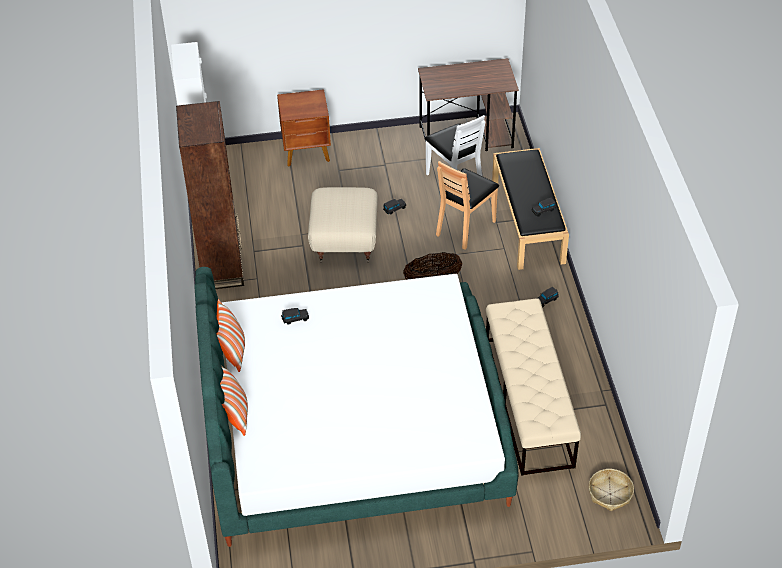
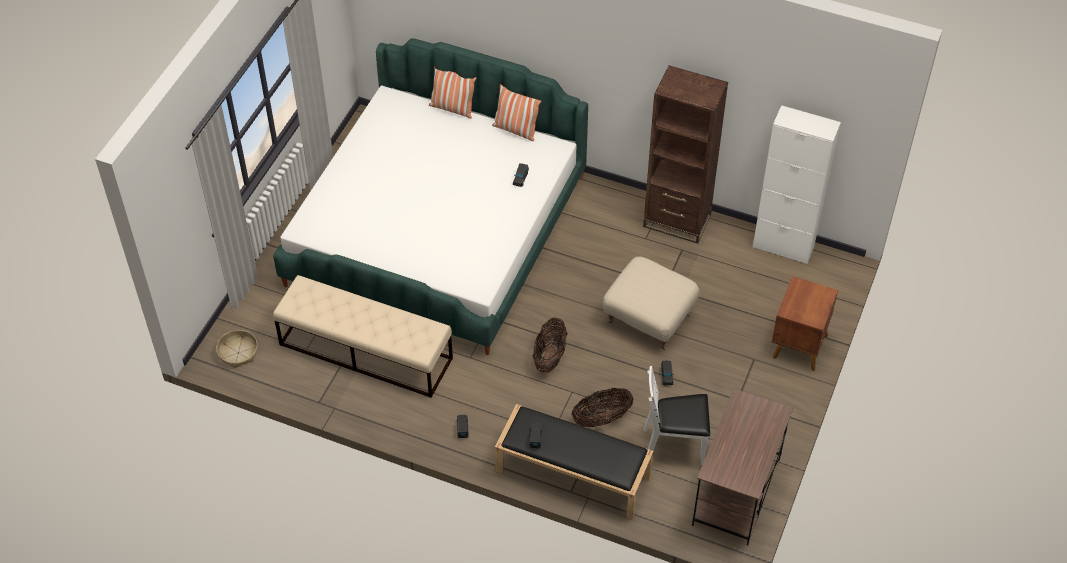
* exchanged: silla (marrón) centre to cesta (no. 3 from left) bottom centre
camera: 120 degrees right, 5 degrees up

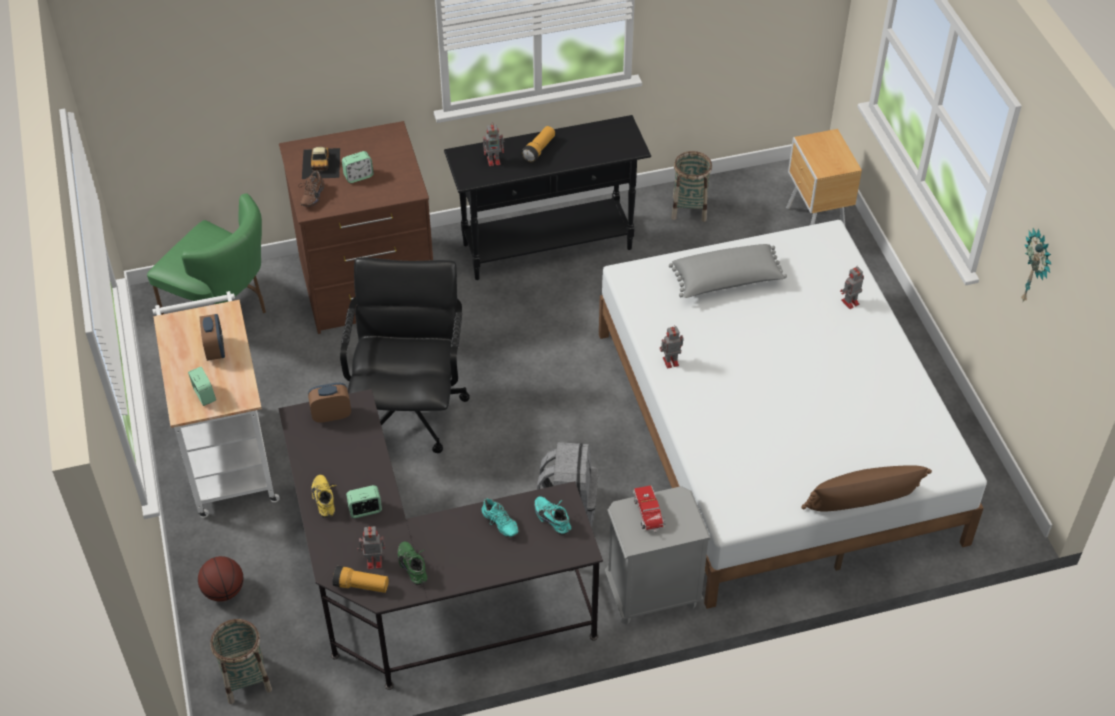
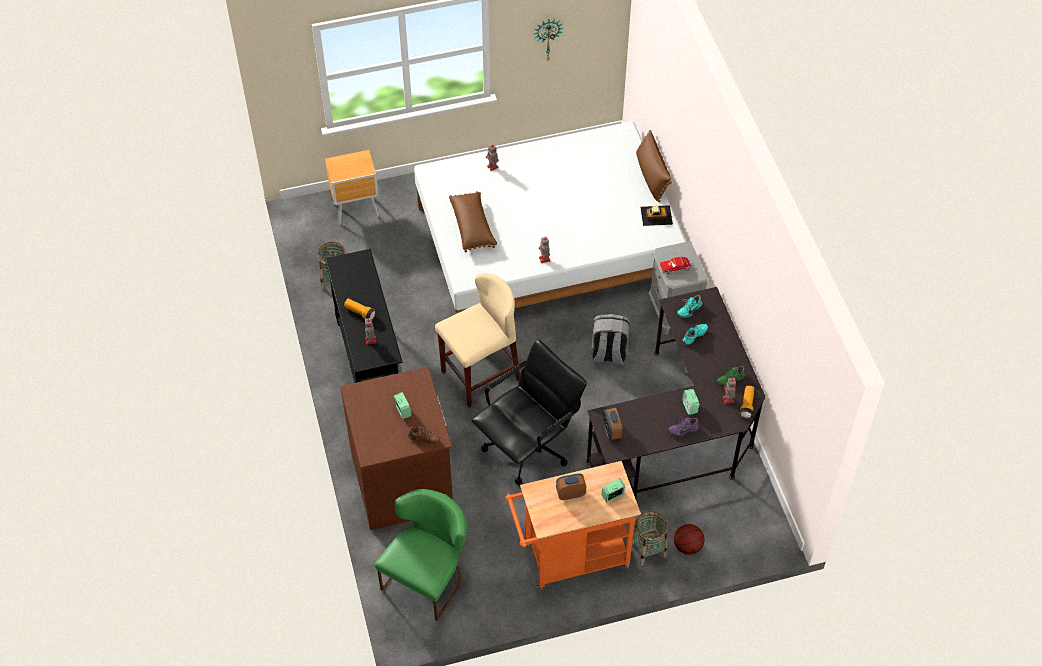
* appeared: taburete (beis) centre
* relocated: cesta (no. 1 from left in the first image) bottom left to cesta (no. 2 from left) bottom centre
* relocated: coche de juguete top left to top centre
* colour: carrito (blanco) middle left to carrito (naranja) bottom centre
* colour: zapato (amarillo) bottom left to zapato (morado) centre
* colour: cojín (gris) centre to cojín (marrón) (no. 1 from left) top centre
* spun: silla de oficina (negro) centre = centre 135 degrees clockwise
camera: 90 degrees left, 5 degrees up

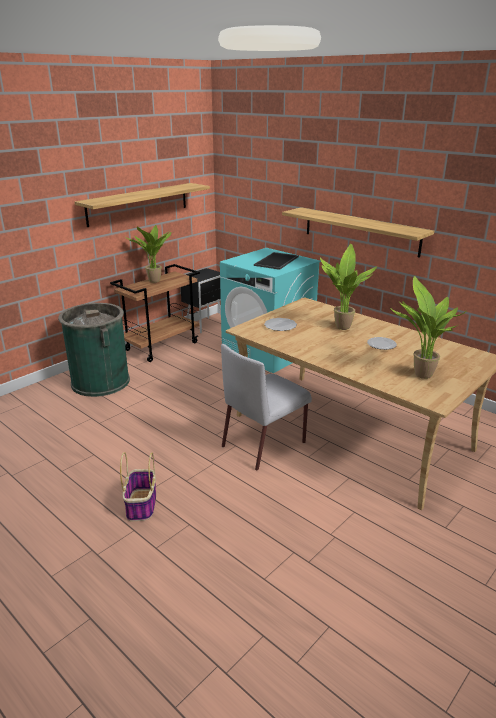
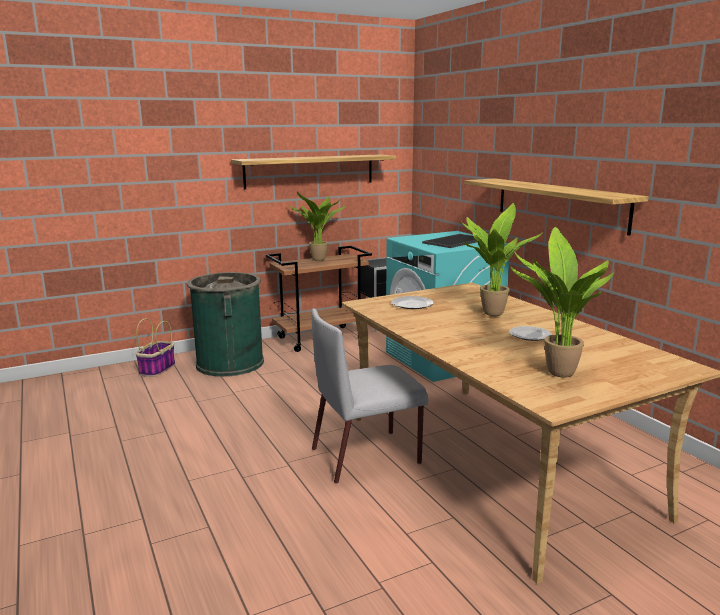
* relocated: cesta bottom left to middle left
camera: 20 degrees right, 10 degrees down

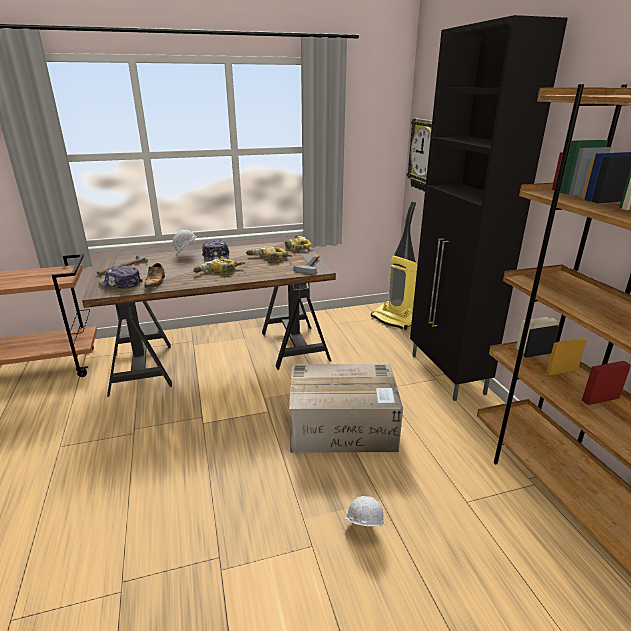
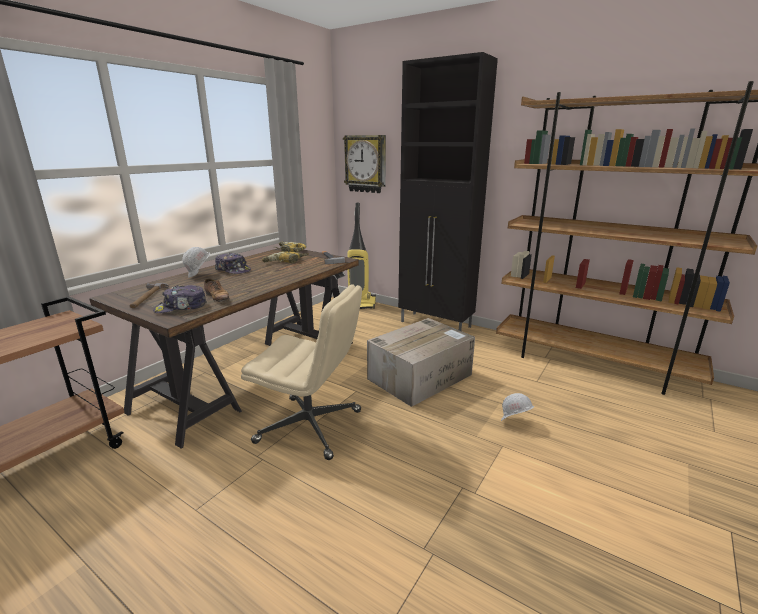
* missing: taladro (no. 1 from left) centre
* appeared: silla de oficina (beis) centre
camera: 40 degrees left, 5 degrees down

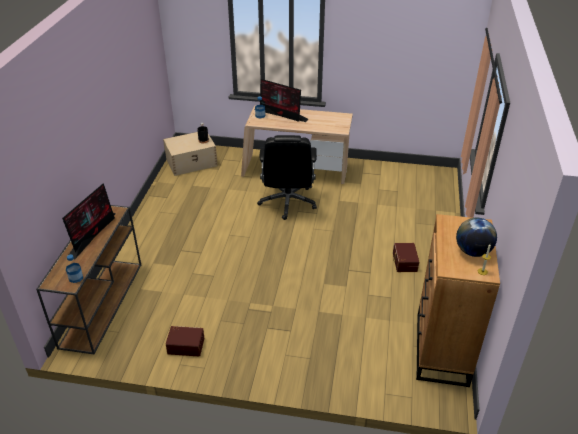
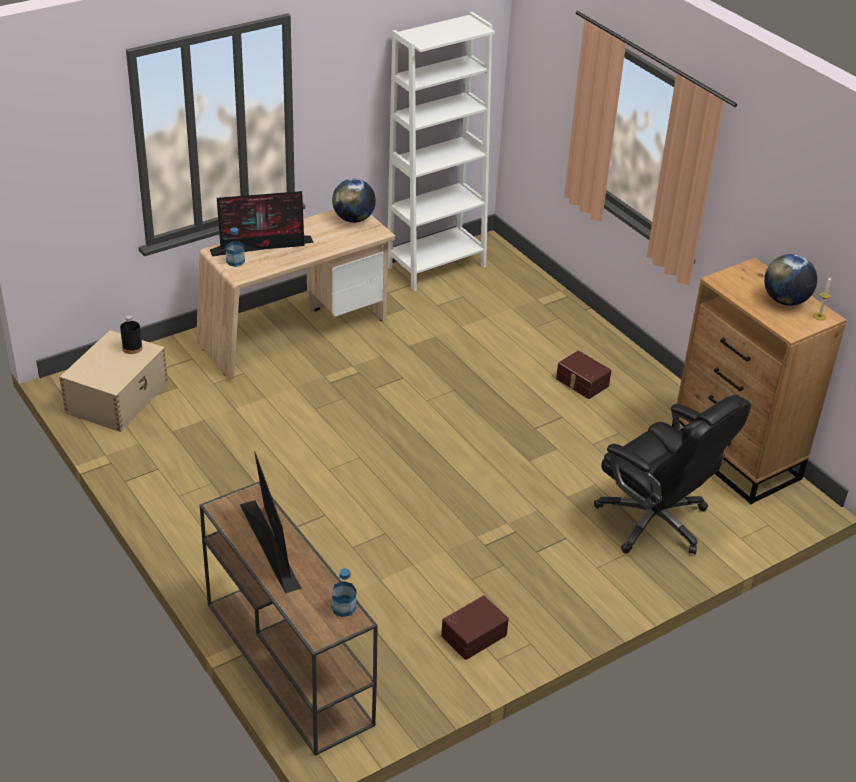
* appeared: globo terráqueo (no. 1 from left) top centre
* appeared: estantería (blanco) top centre
* relocated: silla de oficina (negro) centre to middle right
camera: 45 degrees left, 0 degrees up

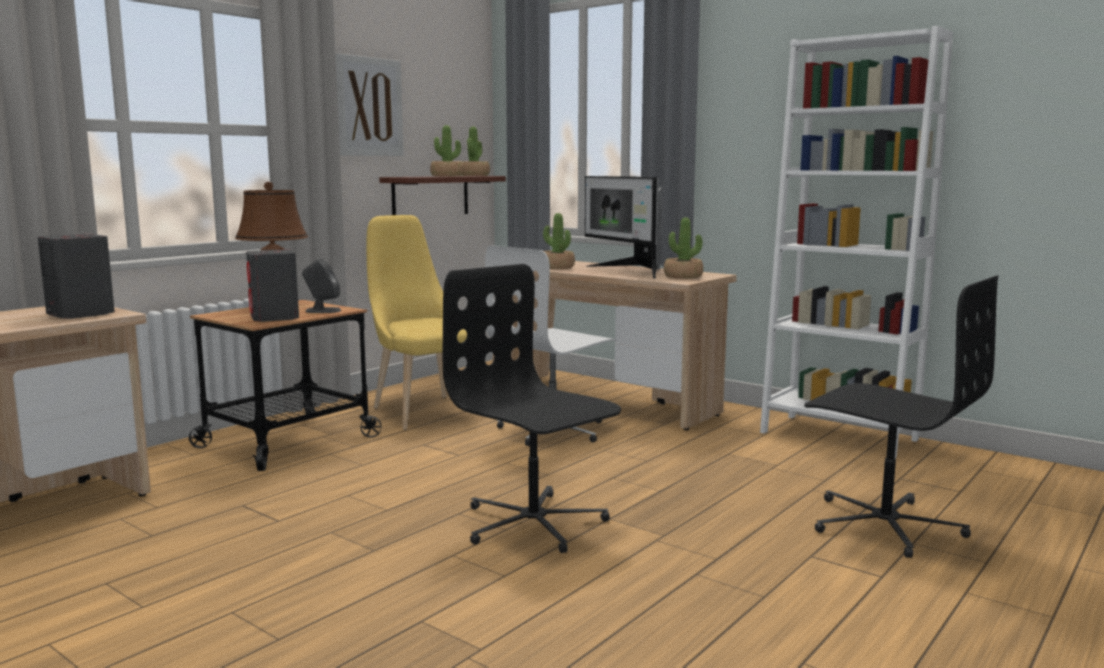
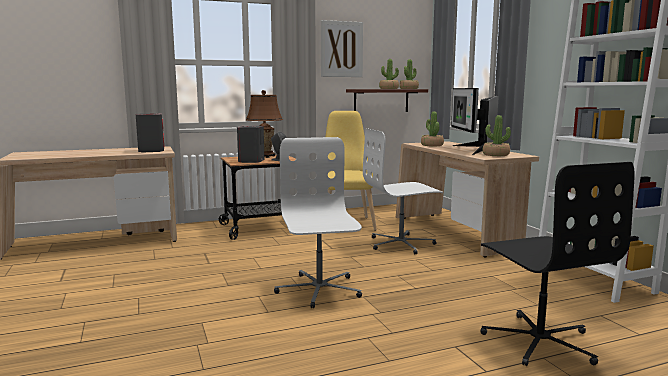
* colour: silla de oficina (negro) (no. 1 from left) centre to silla de oficina (blanco) (no. 1 from left) centre
camera: 30 degrees right, 0 degrees up

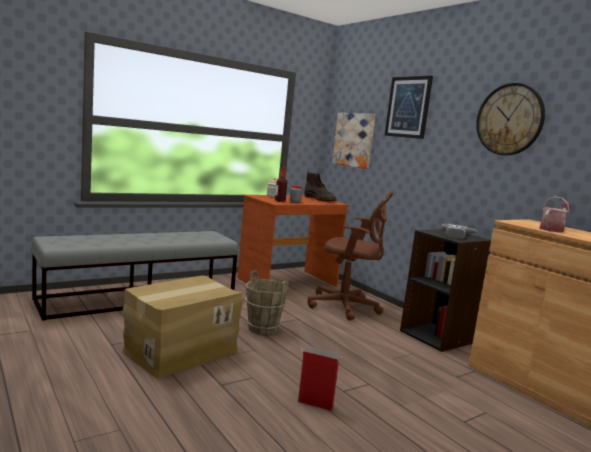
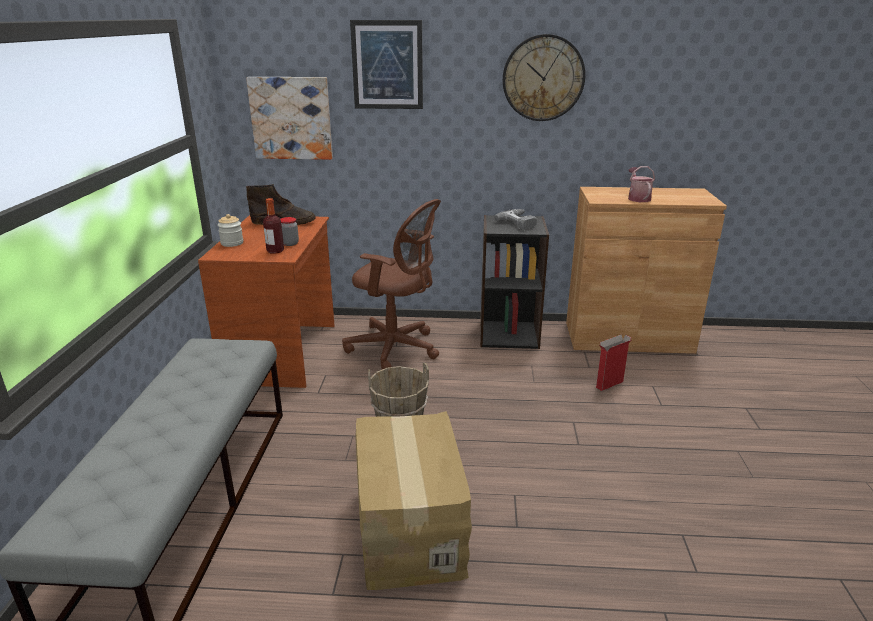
* relocated: caja de cartón (no. 2 from left) bottom centre to middle right
* spun: silla de oficina (marrón) centre = centre 60 degrees clockwise
camera: 50 degrees left, 15 degrees up

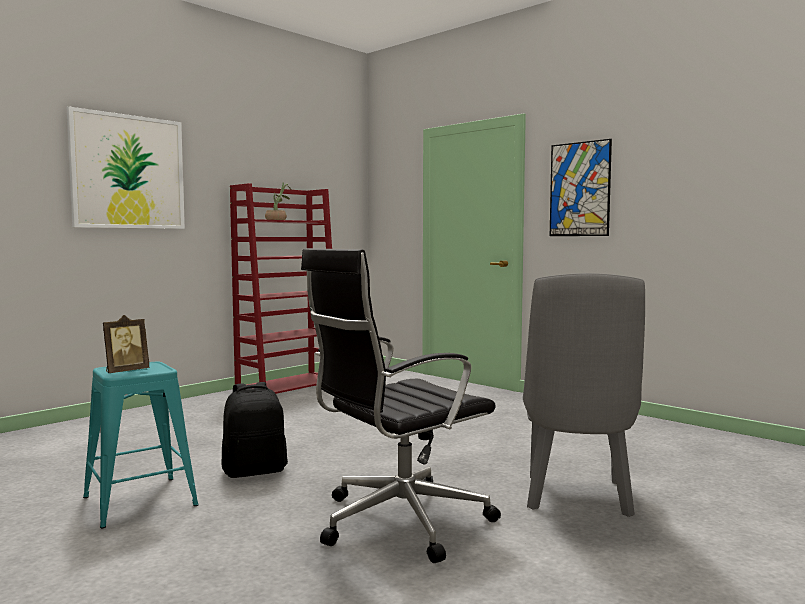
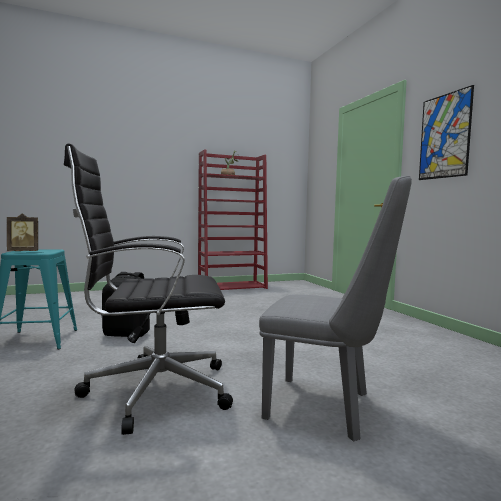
* missing: cuadro (no. 1 from left) top left
* spun: silla (gris) middle right = middle right 105 degrees counterclockwise
camera: 25 degrees right, 0 degrees up

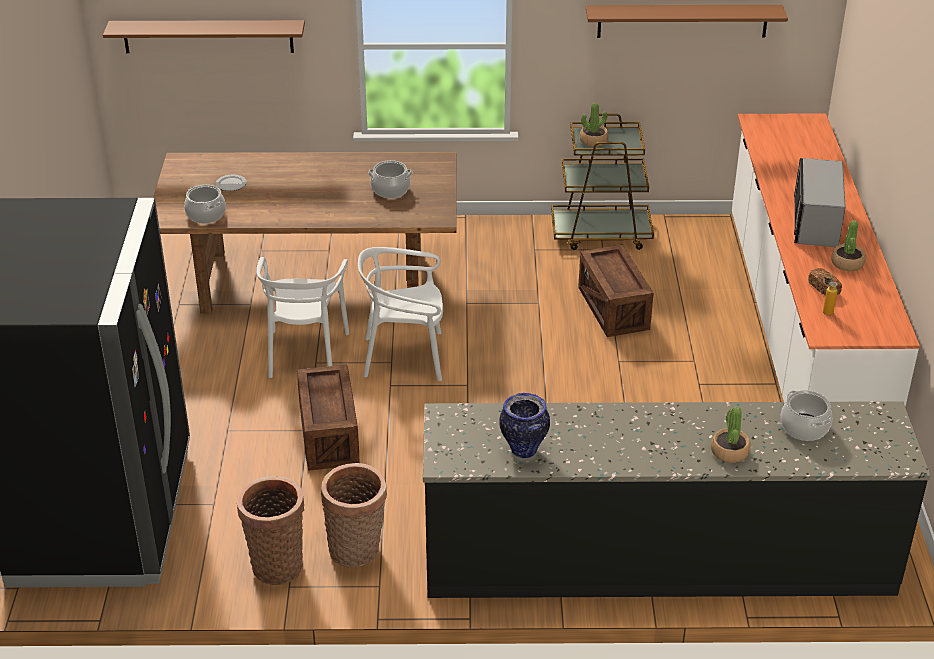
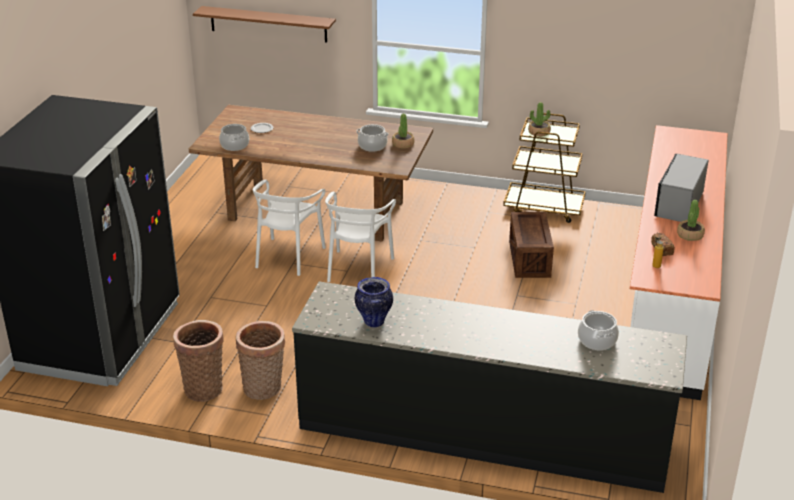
* missing: caja de embalaje (no. 1 from left) centre
* missing: estante (marrón) (no. 2 from left) top right
* relocated: planta en maceta (no. 2 from left in the first image) middle right to planta en maceta (no. 1 from left) top centre
* spun: silla (blanco) (no. 2 from left) centre = centre 90 degrees counterclockwise
camera: 15 degrees right, 5 degrees down

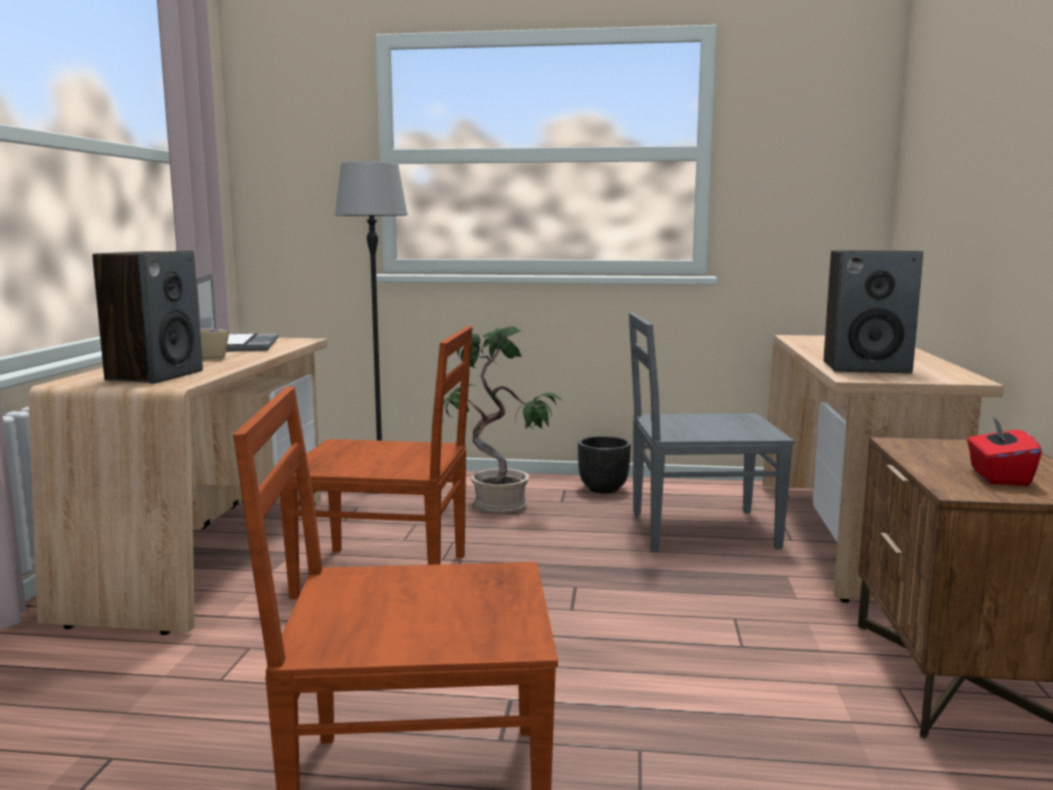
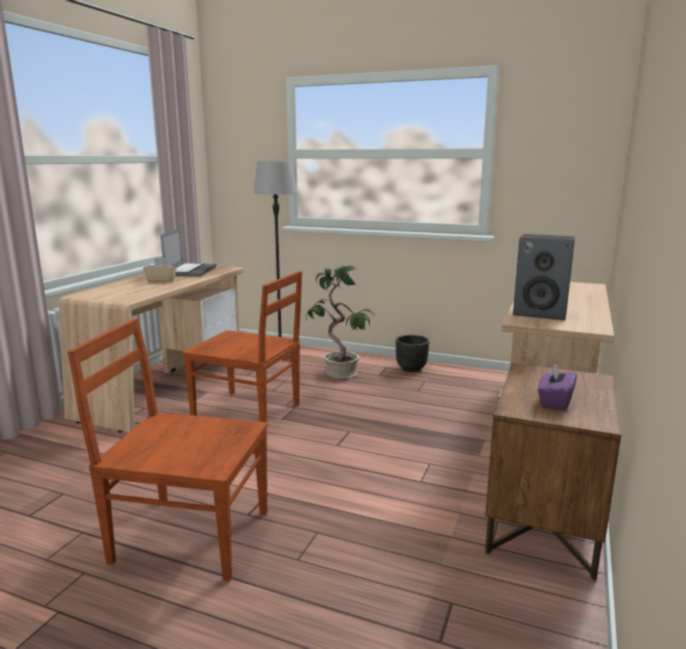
* missing: altavoz (no. 1 from left) middle left
* missing: silla (gris) middle right
* colour: caja de pañuelos (rojo) middle right to caja de pañuelos (morado) middle right
camera: 15 degrees right, 5 degrees up

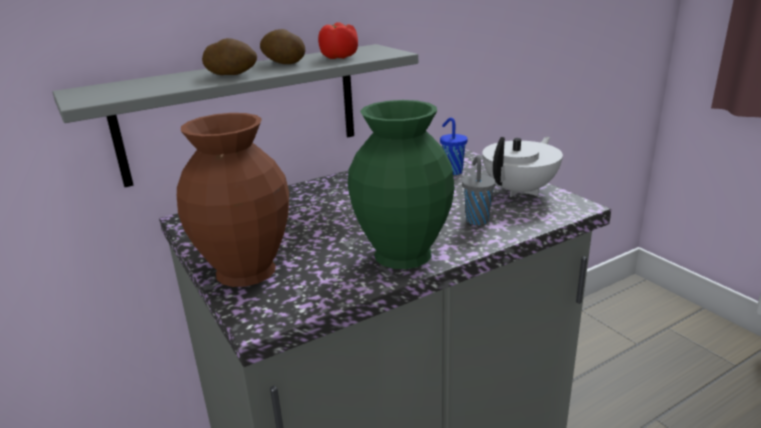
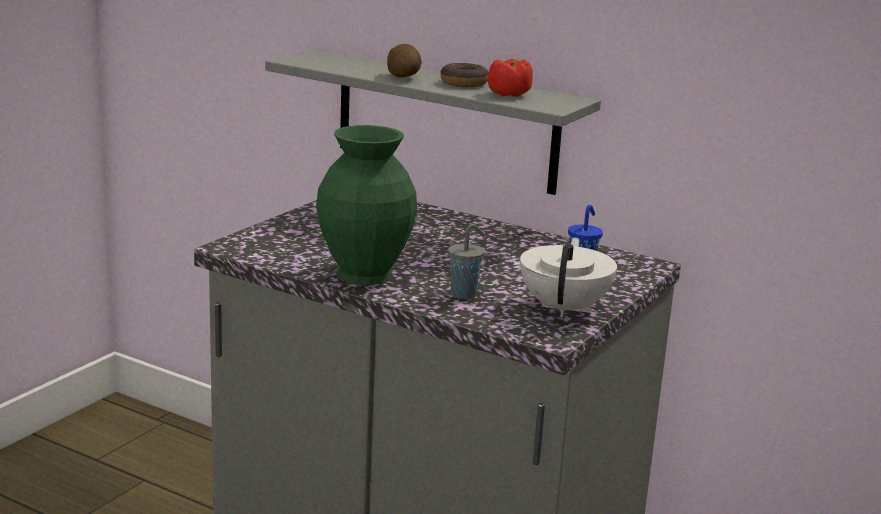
* missing: florero (marrón) middle left
* exchanged: patata (no. 2 from left) top centre to rosquilla top centre
* spun: tetera (blanco) middle right = centre 90 degrees counterclockwise
camera: 60 degrees right, 5 degrees down

